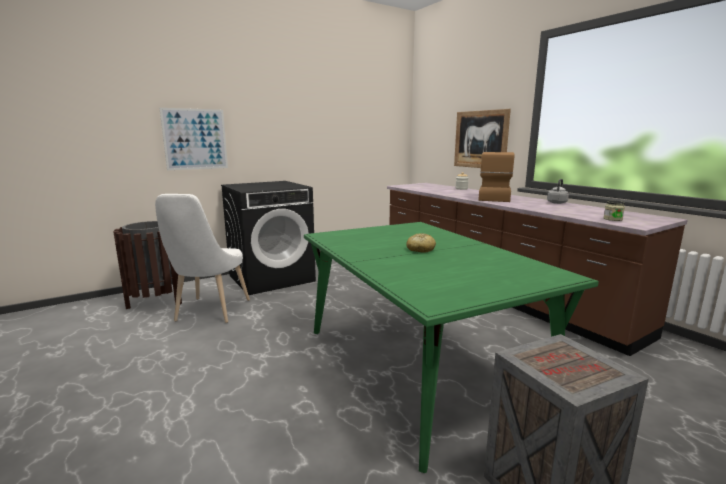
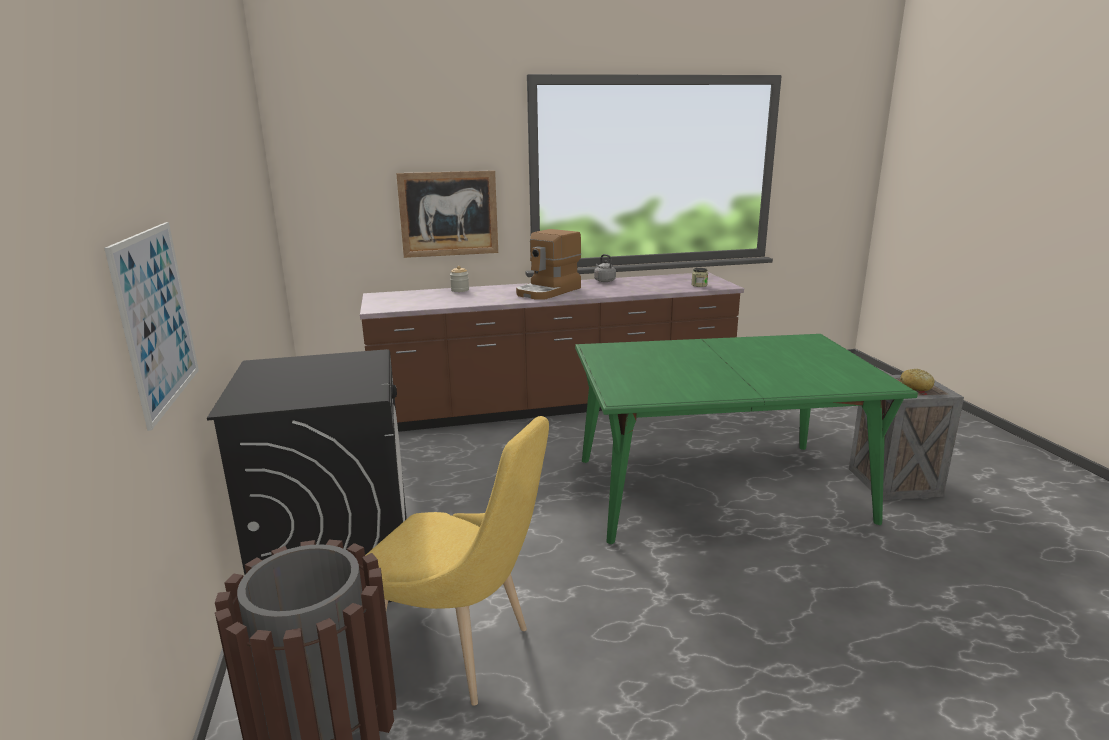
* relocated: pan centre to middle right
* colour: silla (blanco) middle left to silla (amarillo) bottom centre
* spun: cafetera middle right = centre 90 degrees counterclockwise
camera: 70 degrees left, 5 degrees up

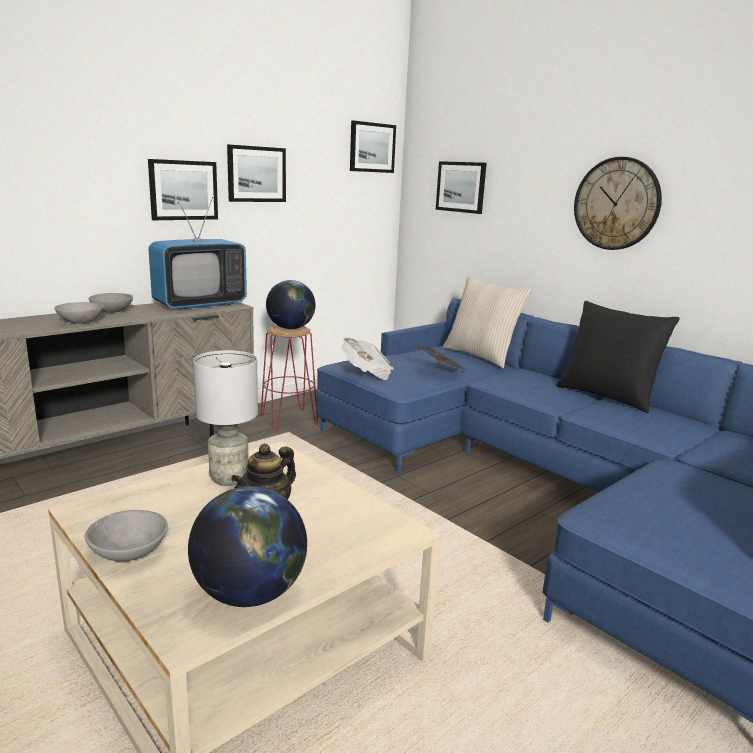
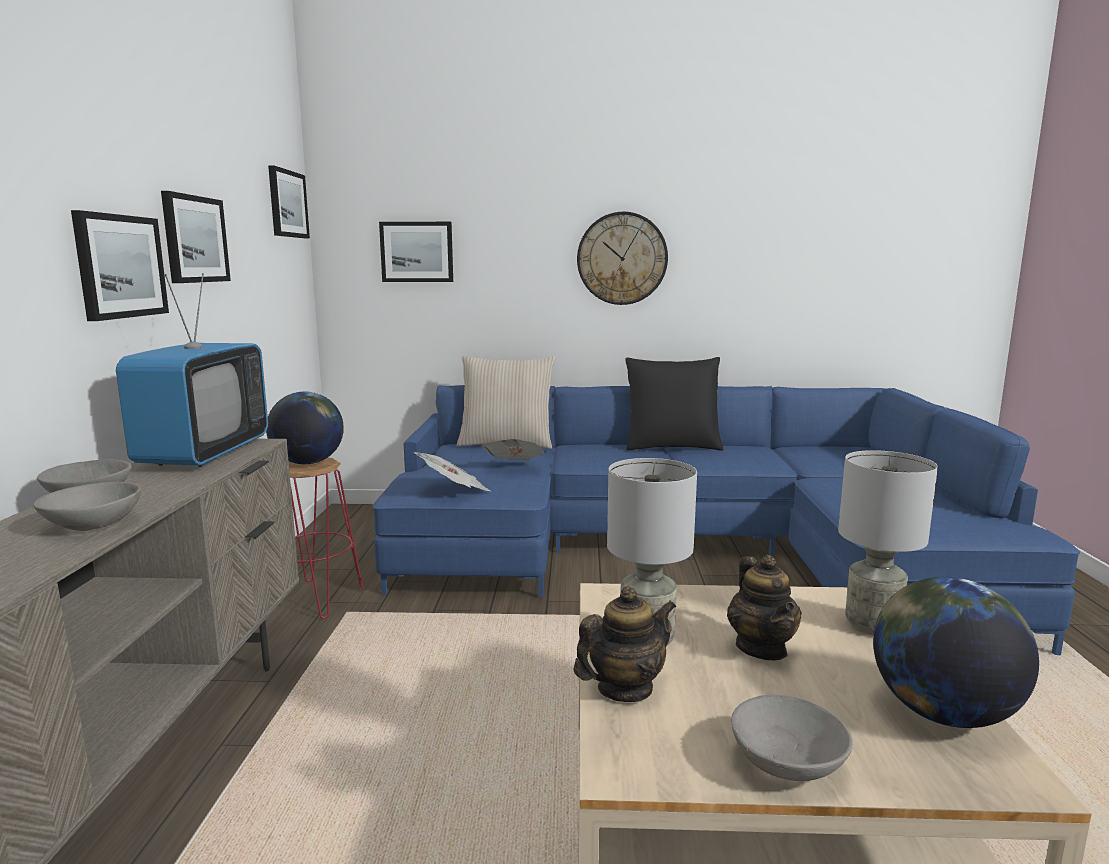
* appeared: tetera (no. 1 from left) bottom centre
* appeared: lámpara de mesa (gris) (no. 2 from left) middle right
camera: 45 degrees left, 5 degrees down

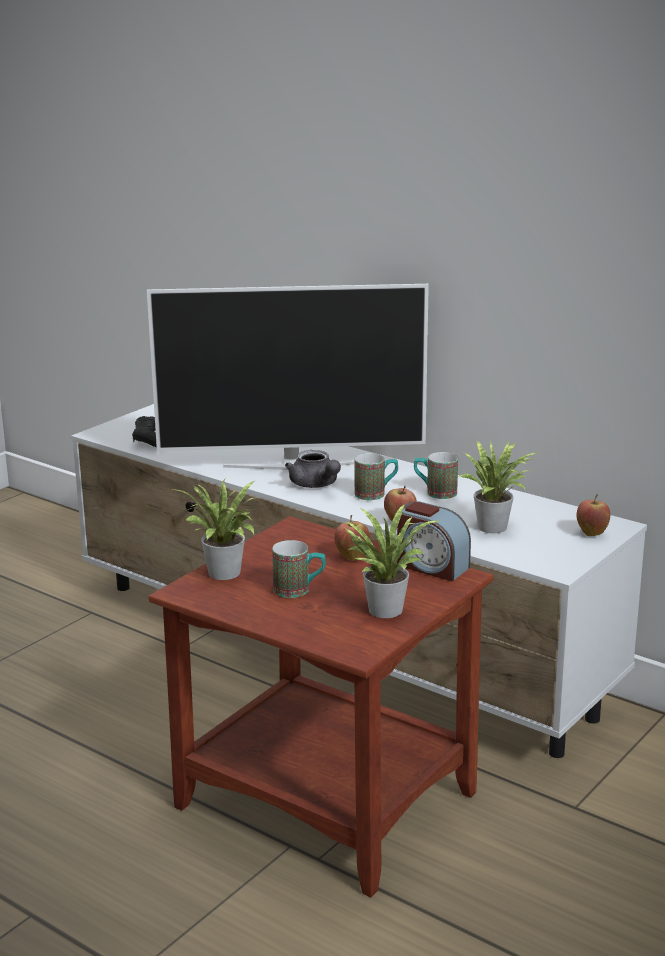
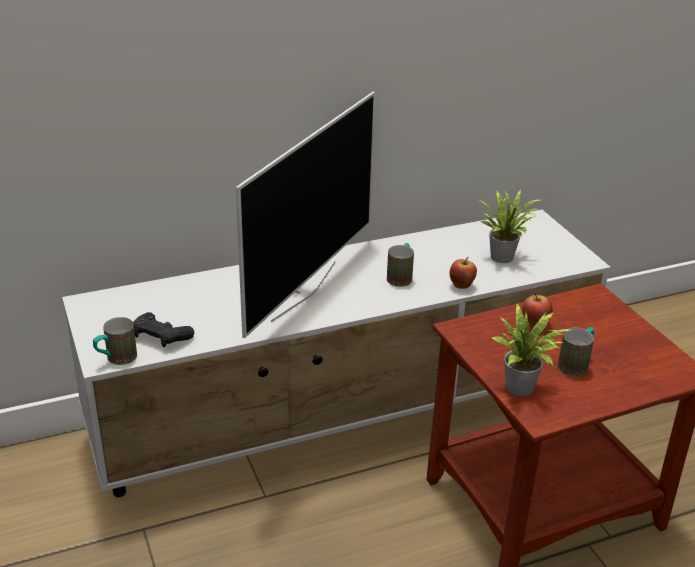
* missing: tetera (gris) centre
* missing: planta en maceta (no. 2 from left) centre
* missing: despertador centre
* missing: manzana (no. 3 from left) middle right
* relocated: taza grande (no. 3 from left in the first image) centre to taza grande (no. 1 from left) middle left
camera: 60 degrees left, 10 degrees up

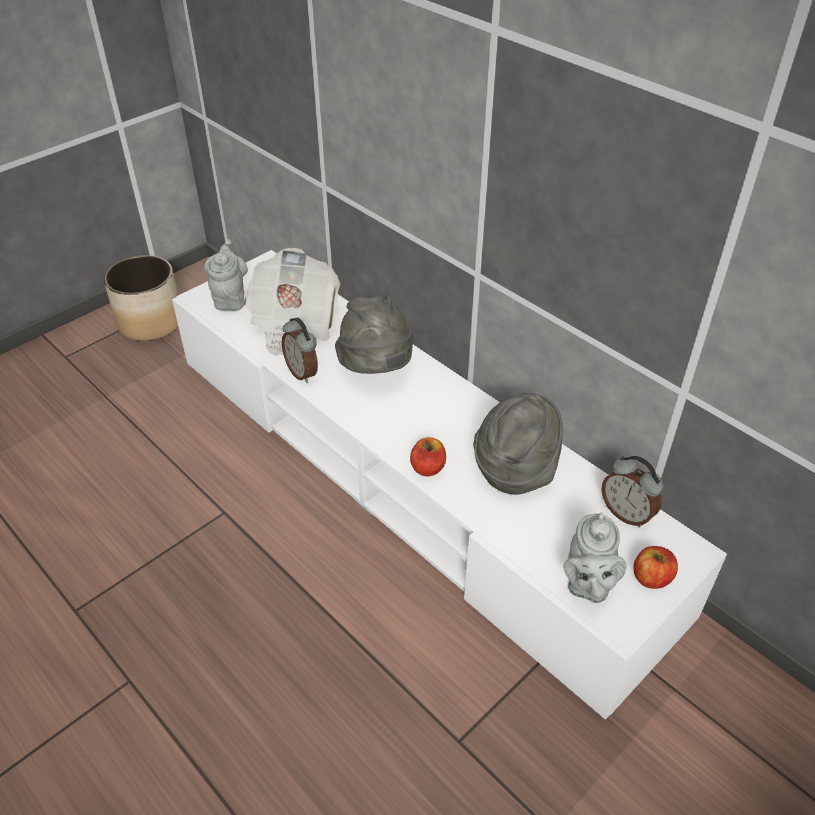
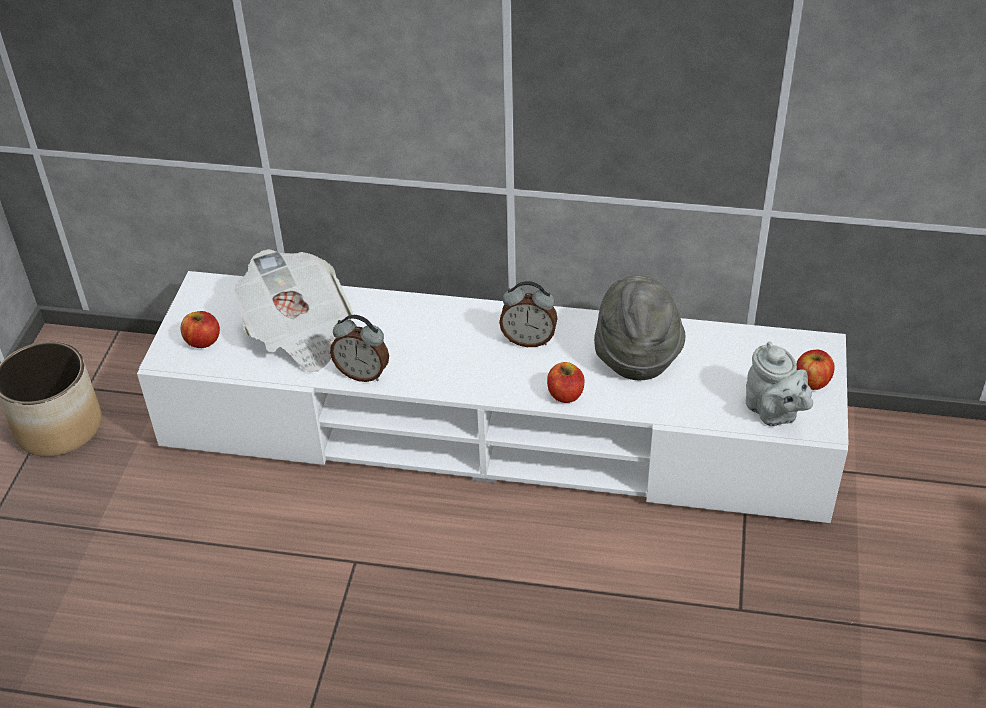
* missing: sombrero (gris) (no. 1 from left) centre
* relocated: despertador (no. 2 from left) middle right to centre
* exchanged: tetera (gris) (no. 1 from left) middle left to manzana (no. 1 from left) middle left
camera: 35 degrees left, 0 degrees up

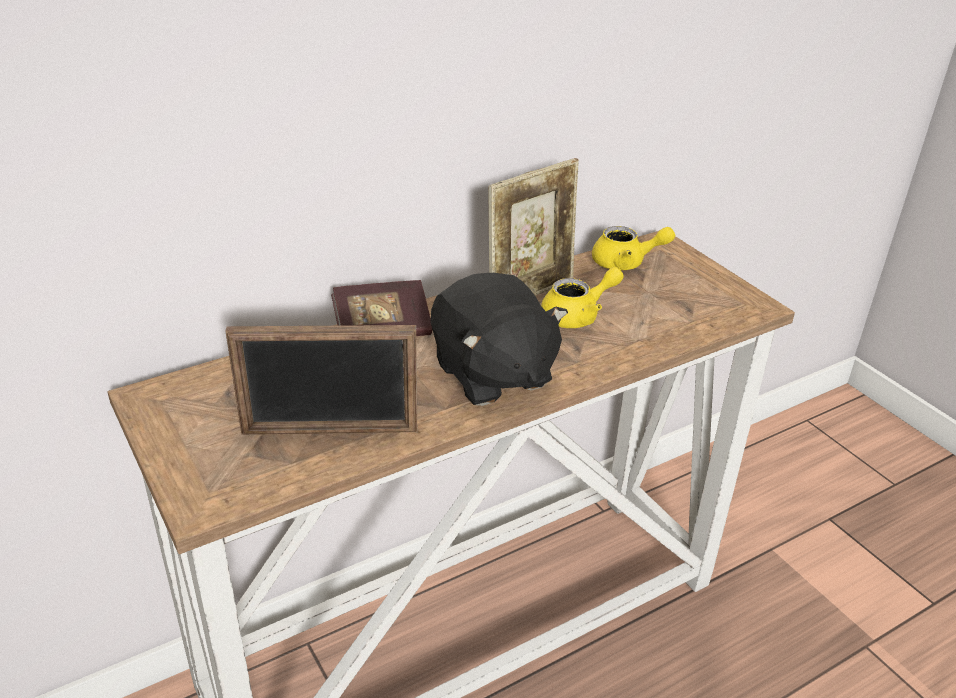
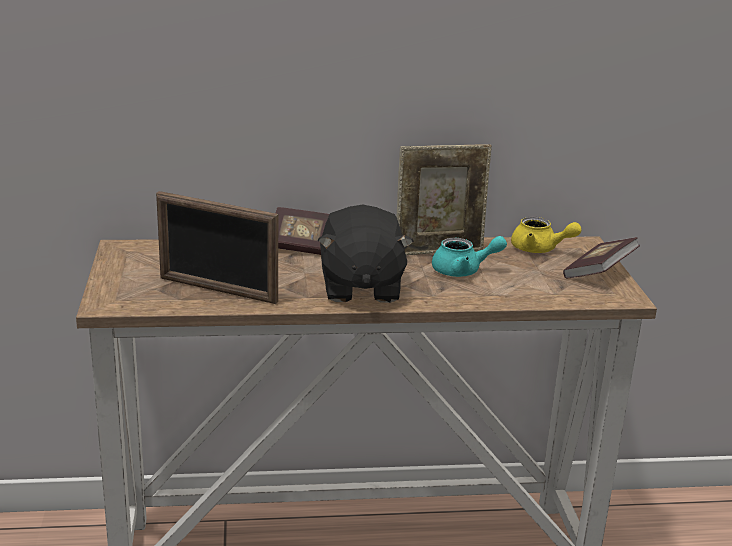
* appeared: libro (no. 2 from left) middle right
* colour: tetera (amarillo) (no. 1 from left) centre to tetera (turquesa) centre
camera: 25 degrees right, 10 degrees down

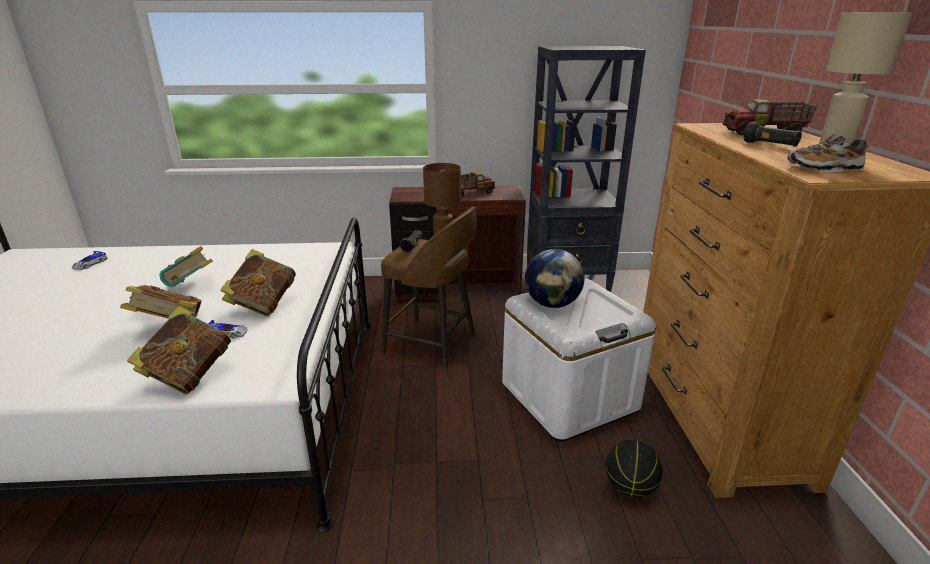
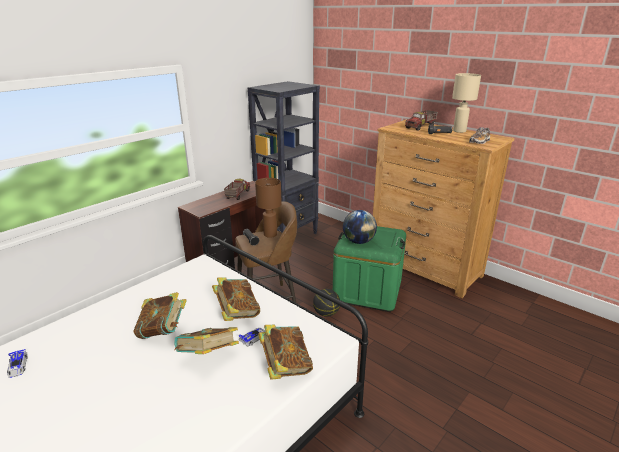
* relocated: balón de baloncesto bottom right to bottom centre
* colour: caja de almacenaje (blanco) centre to caja de almacenaje (verde) centre
camera: 45 degrees left, 0 degrees up

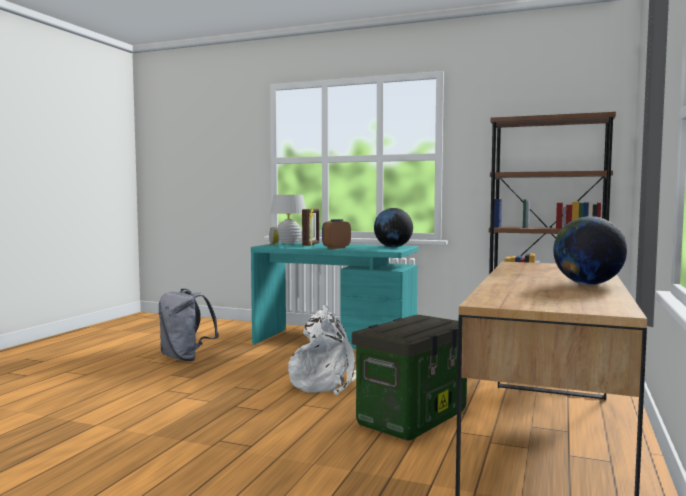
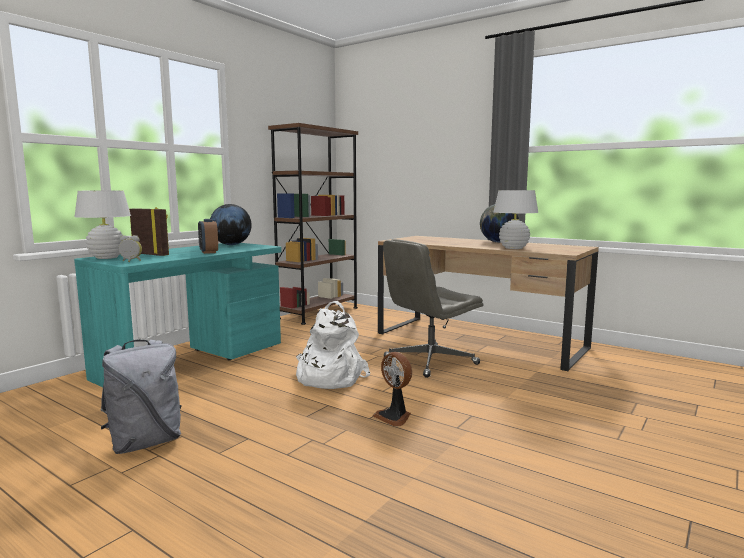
* appeared: ventilador bottom centre
* appeared: lámpara de mesa (blanco) (no. 2 from left) middle right
* exchanged: caja de almacenaje bottom centre to silla de oficina (gris) centre
camera: 75 degrees left, 5 degrees up

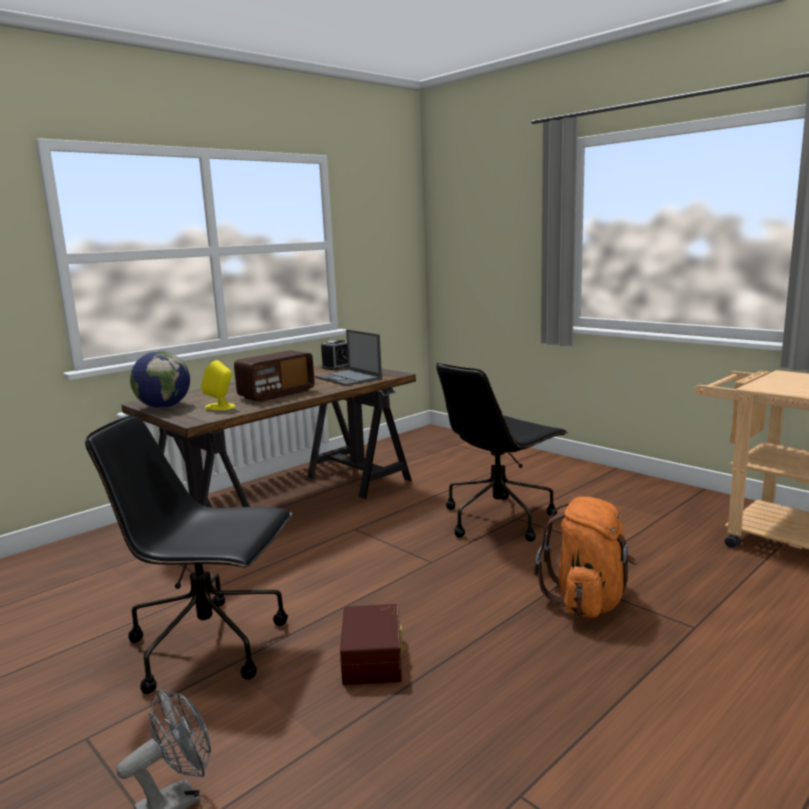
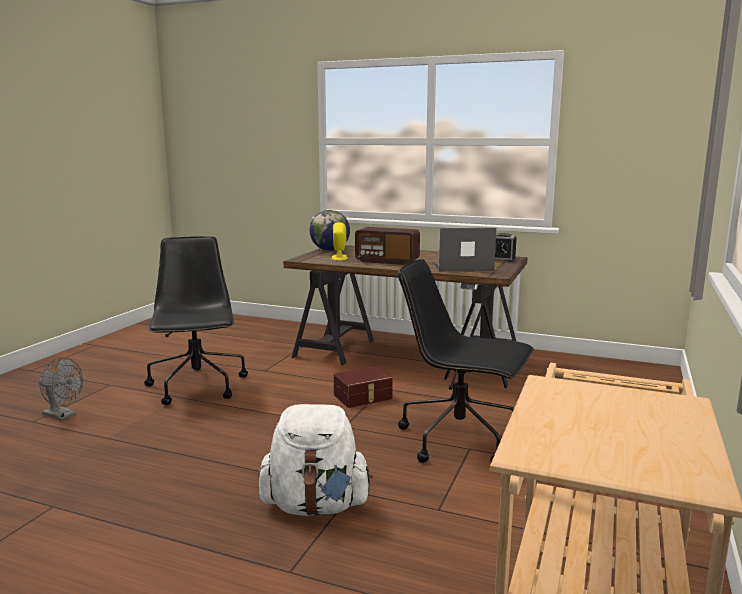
* relocated: caja de almacenaje (marrón) bottom centre to centre
* colour: mochila (naranja) bottom right to mochila (blanco) bottom centre
* spun: portátil centre = centre 60 degrees clockwise
camera: 65 degrees right, 0 degrees up

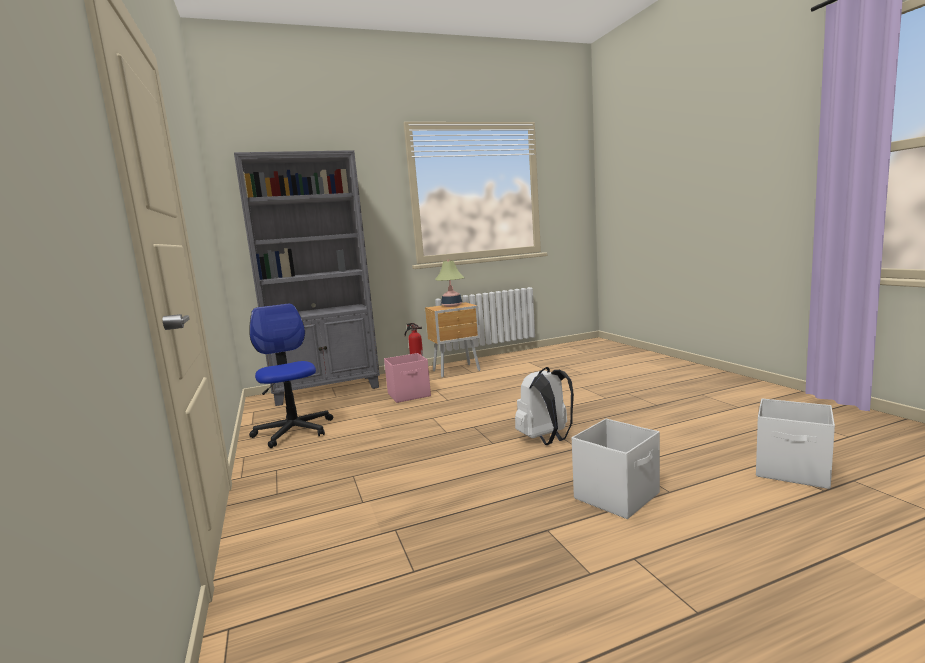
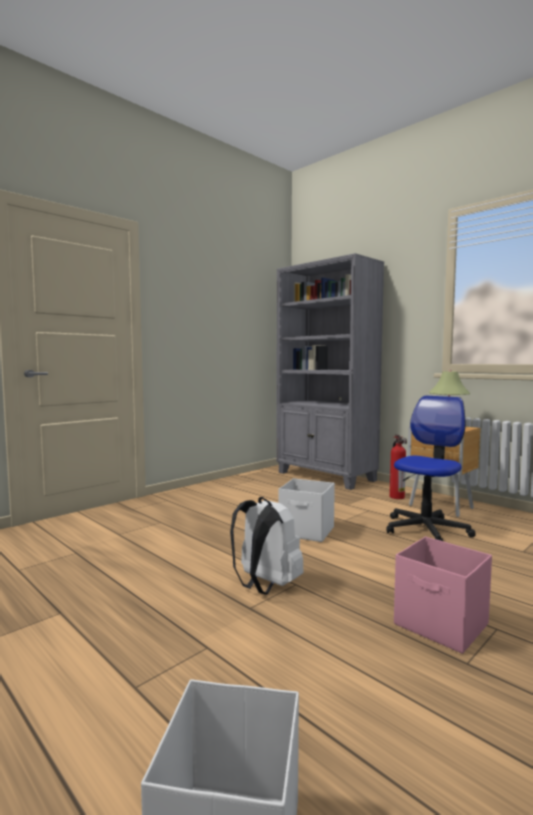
* relocated: silla de oficina middle left to middle right
* relocated: caja de almacenaje (rosa) centre to bottom right
* relocated: caja de almacenaje (blanco) (no. 1 from left in the first image) bottom centre to caja de almacenaje (blanco) (no. 2 from left) centre
camera: 65 degrees right, 5 degrees down

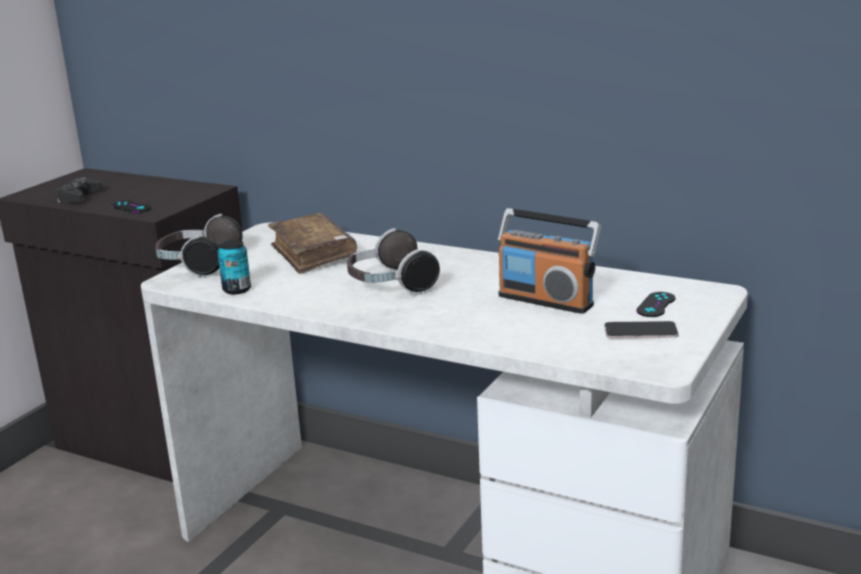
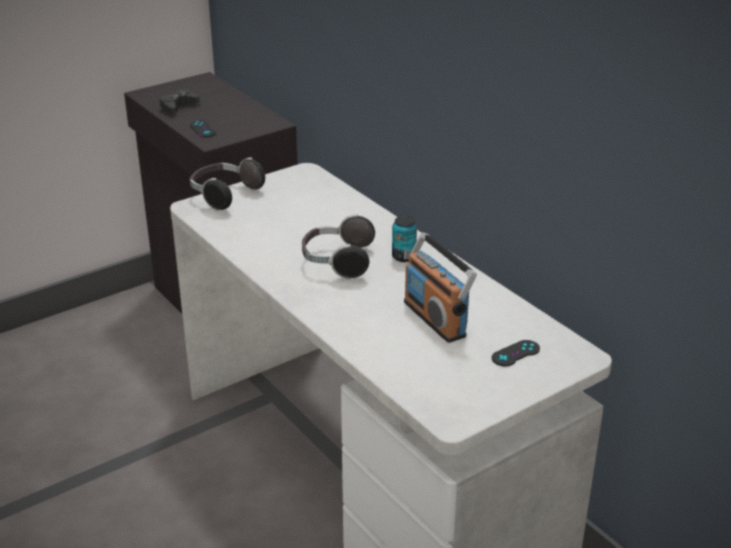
* missing: libro (marrón) centre
* missing: móvil middle right
* relocated: lata middle left to centre
camera: 25 degrees right, 10 degrees up

